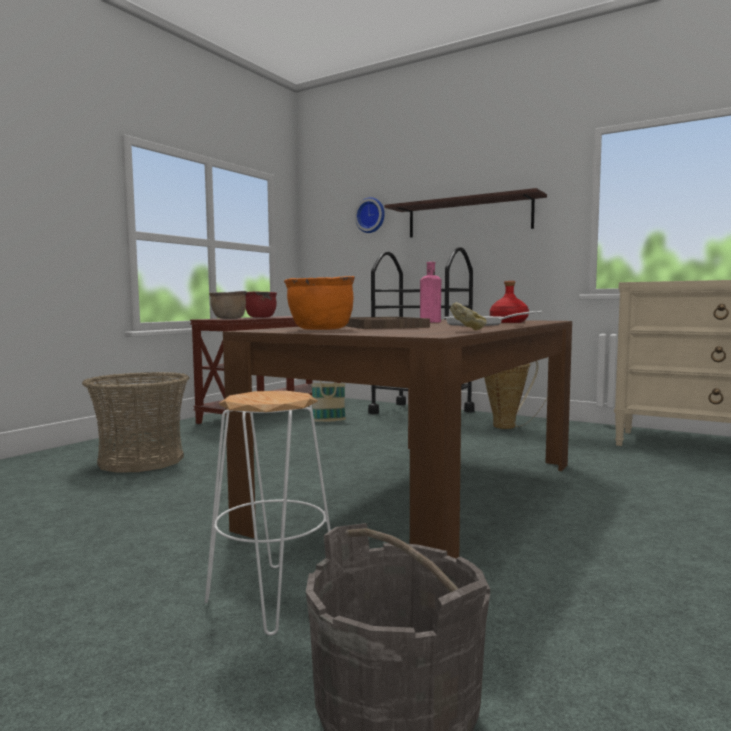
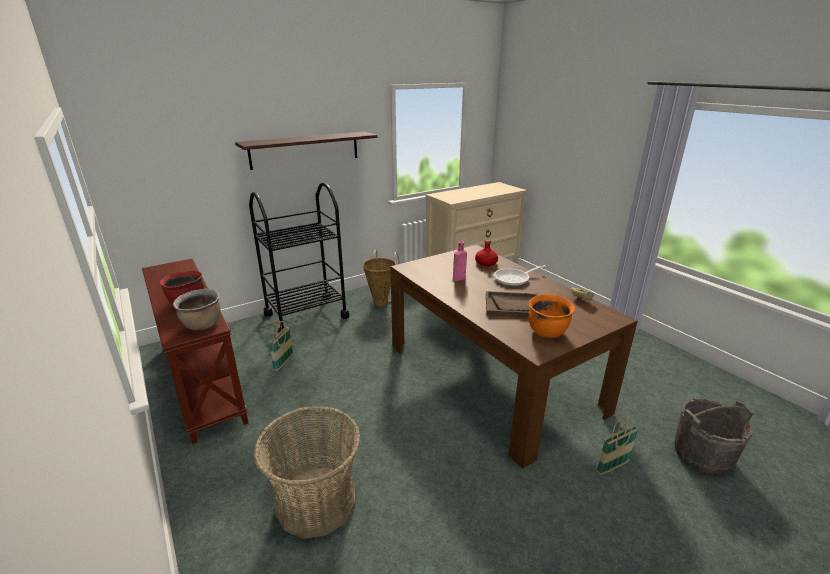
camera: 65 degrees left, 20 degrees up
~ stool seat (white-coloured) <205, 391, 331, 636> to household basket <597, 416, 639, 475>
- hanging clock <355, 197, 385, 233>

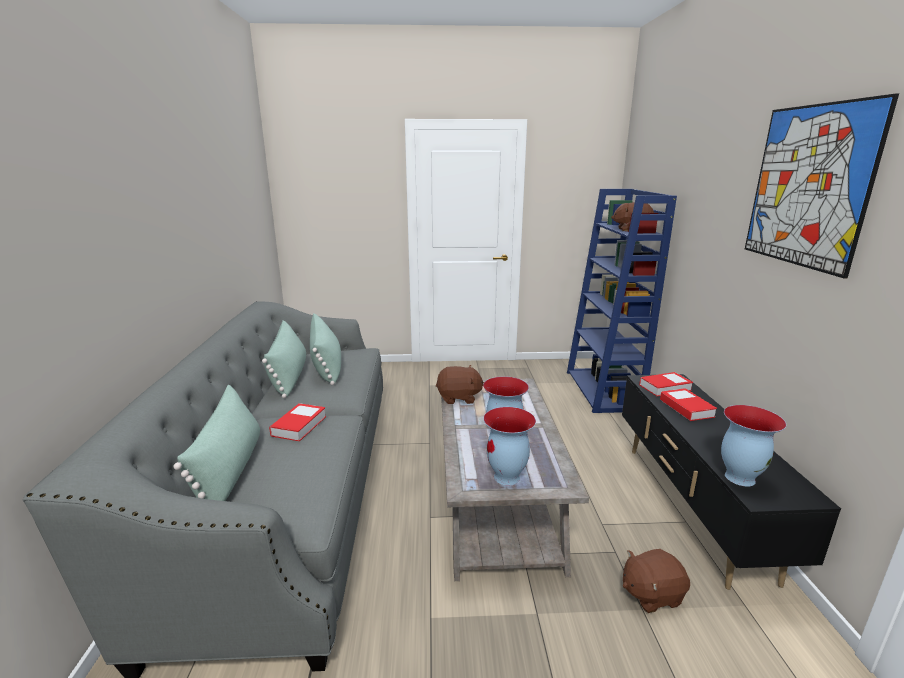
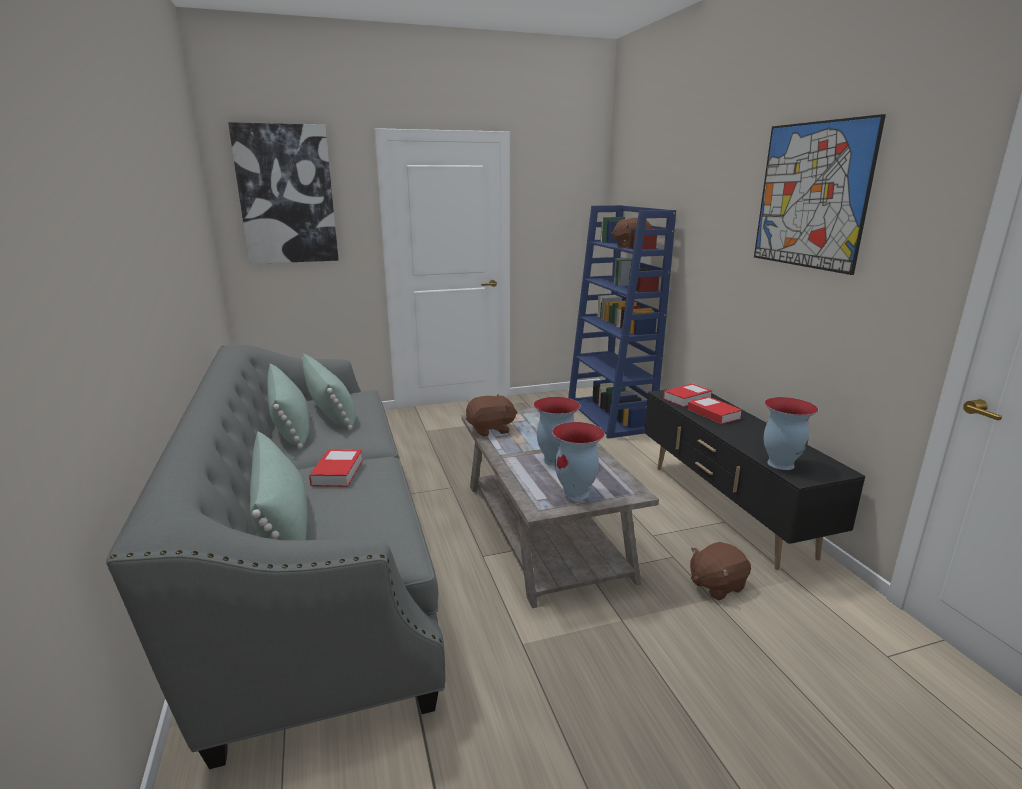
camera: 15 degrees left, 0 degrees up
+ wall picture <228, 122, 339, 264>

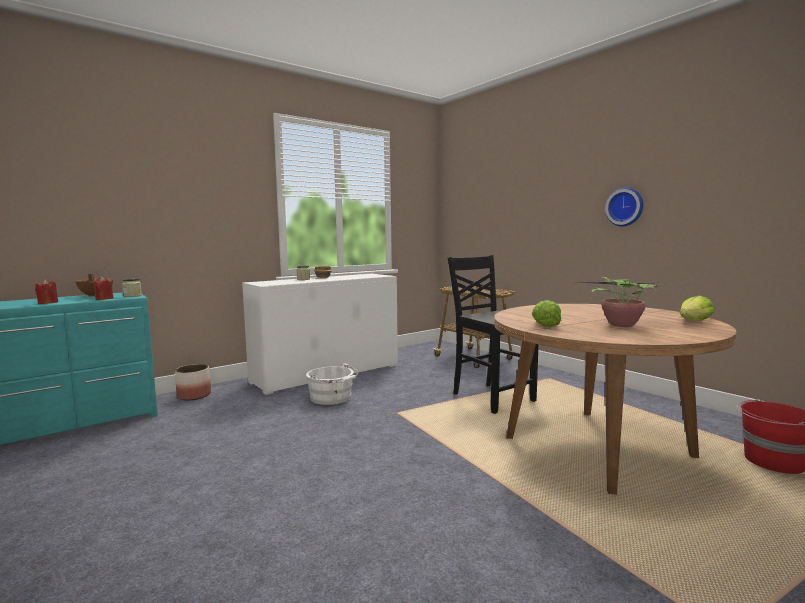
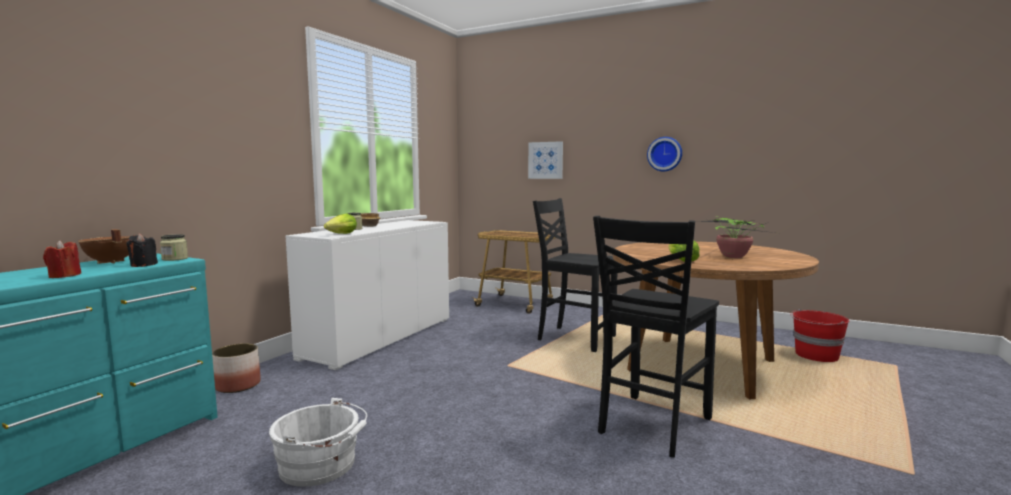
camera: 25 degrees left, 0 degrees up
~ wax candle (red) <93, 277, 114, 300> to wax candle (blackish) <127, 233, 158, 267>
~ bucket (white-coloured) <306, 363, 359, 405> to <269, 398, 367, 487>
~ head of lettuce <680, 296, 715, 321> to <324, 214, 357, 234>
+ wall picture <528, 141, 563, 179>
+ upright chair (blackish) <593, 216, 719, 458>

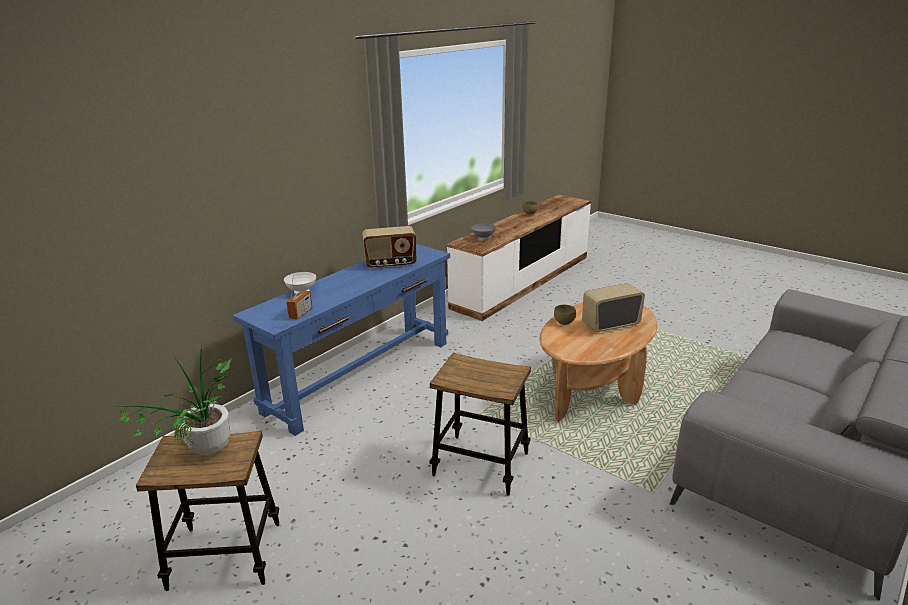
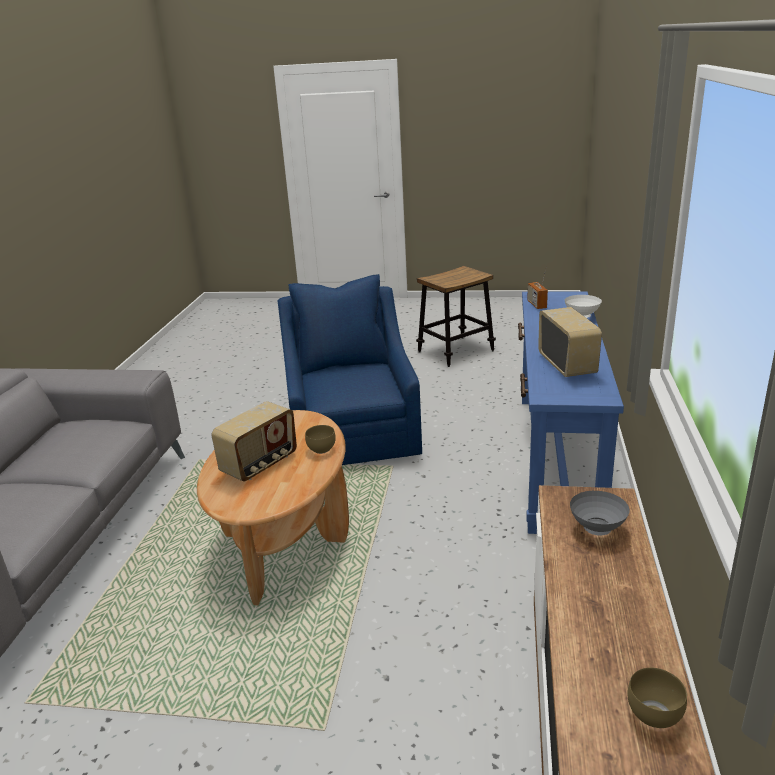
camera: 150 degrees right, 0 degrees up
- houseplant <119, 344, 232, 455>
~ radio receiver <362, 226, 416, 269> = <538, 307, 602, 377> 120 degrees clockwise
~ stool seat <429, 353, 531, 496> to lounge chair (bluish) <277, 274, 422, 465>

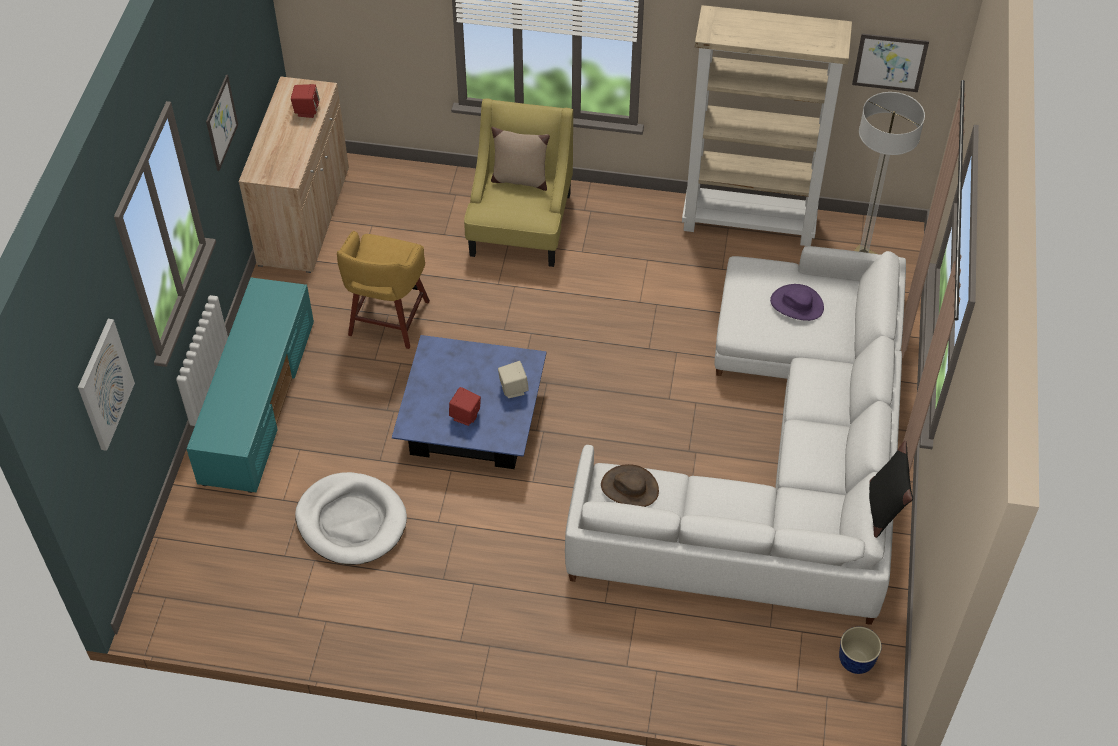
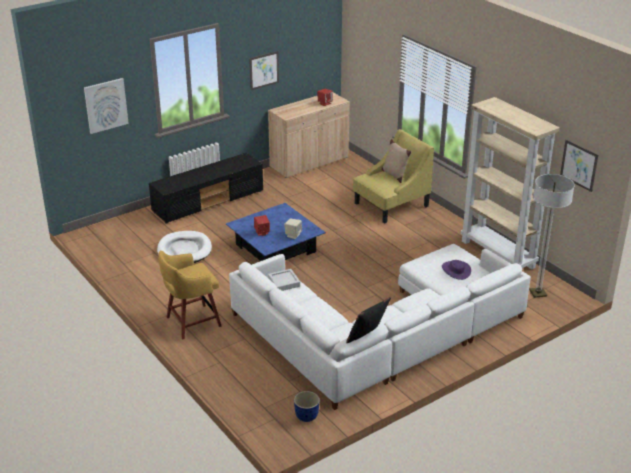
camera: 45 degrees right, 20 degrees down
~ tv unit (turquoise) <187, 278, 314, 493> to tv unit (blackish) <149, 153, 263, 224>
~ stool seat (yellow-coloured) <337, 231, 430, 349> to <158, 250, 222, 339>
~ wearable hat (brown) <601, 464, 659, 507> to serving tray (gray) <268, 269, 300, 291>

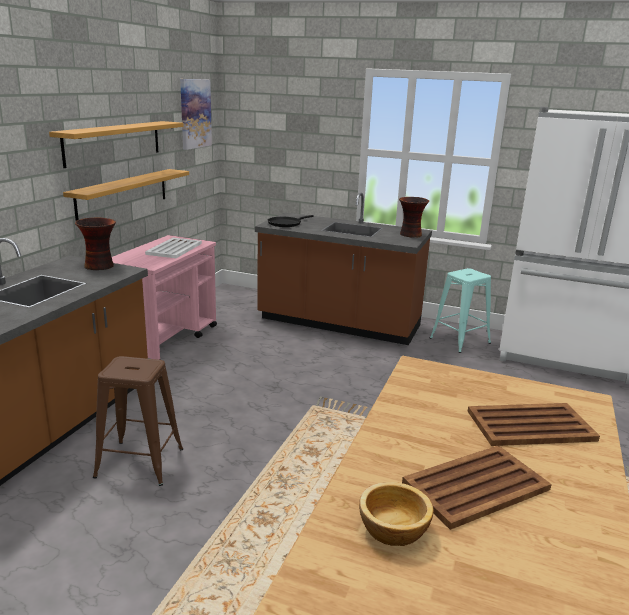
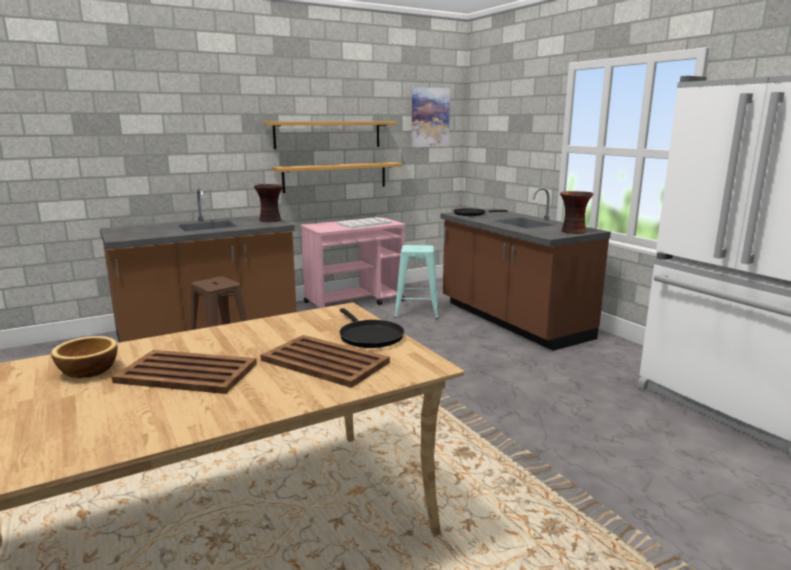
camera: 40 degrees right, 5 degrees down
~ stool seat (turquoise) <430, 268, 491, 353> to <394, 245, 438, 319>
+ pan (blackish) <339, 308, 404, 348>

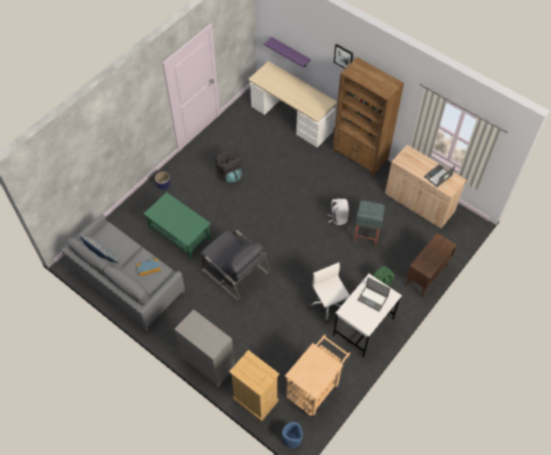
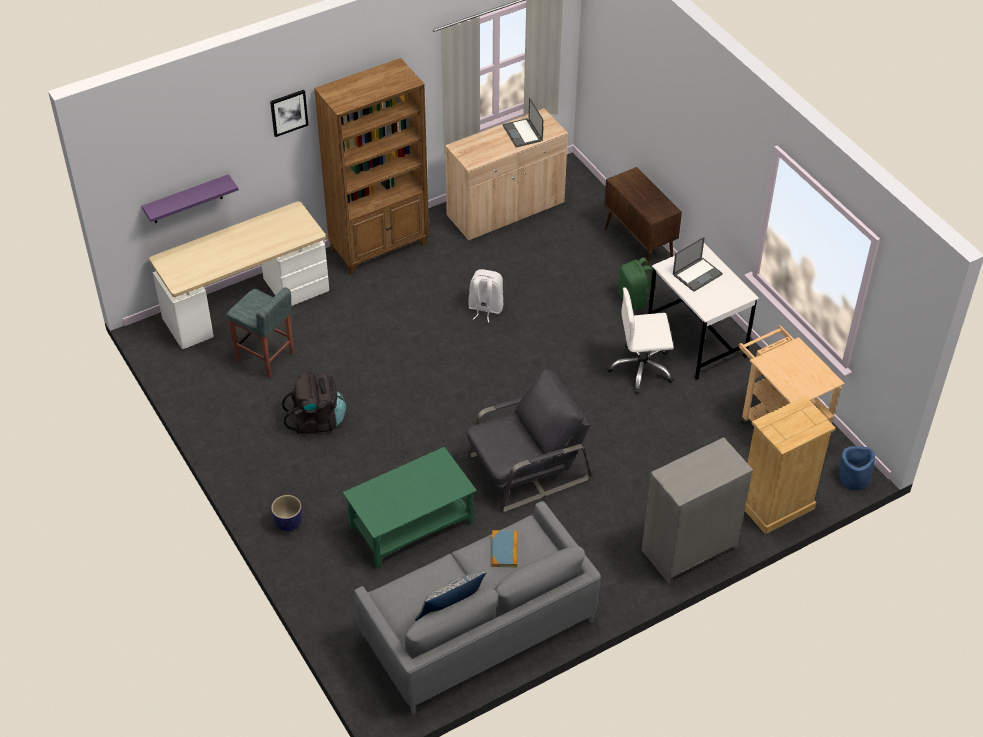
camera: 70 degrees left, 10 degrees down
~ stool seat (gray) <354, 201, 385, 246> to <226, 287, 294, 378>

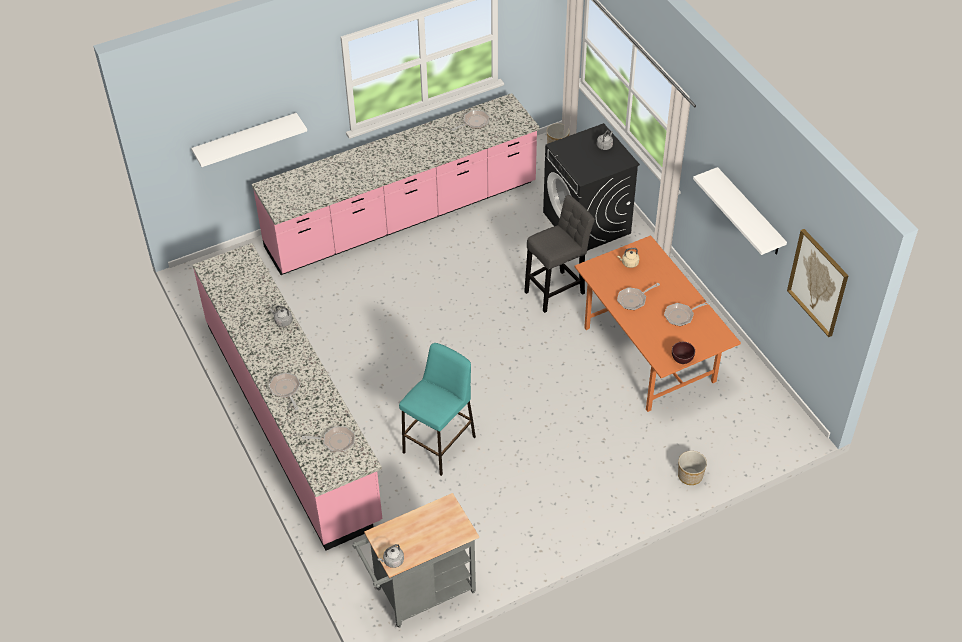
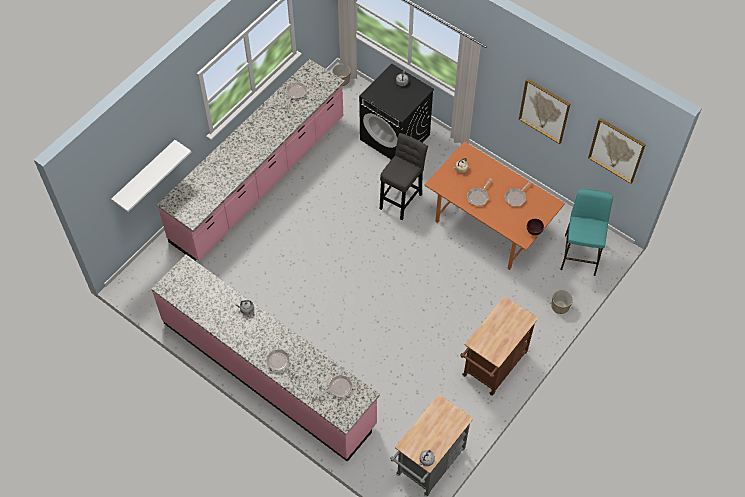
camera: 25 degrees left, 10 degrees up
~ stool seat (turquoise) <399, 343, 476, 476> to <560, 189, 613, 276>
~ bracket shelf (white-coloured) <693, 167, 787, 255> to wall picture <519, 79, 570, 144>
+ cart (brown) <460, 296, 538, 395>

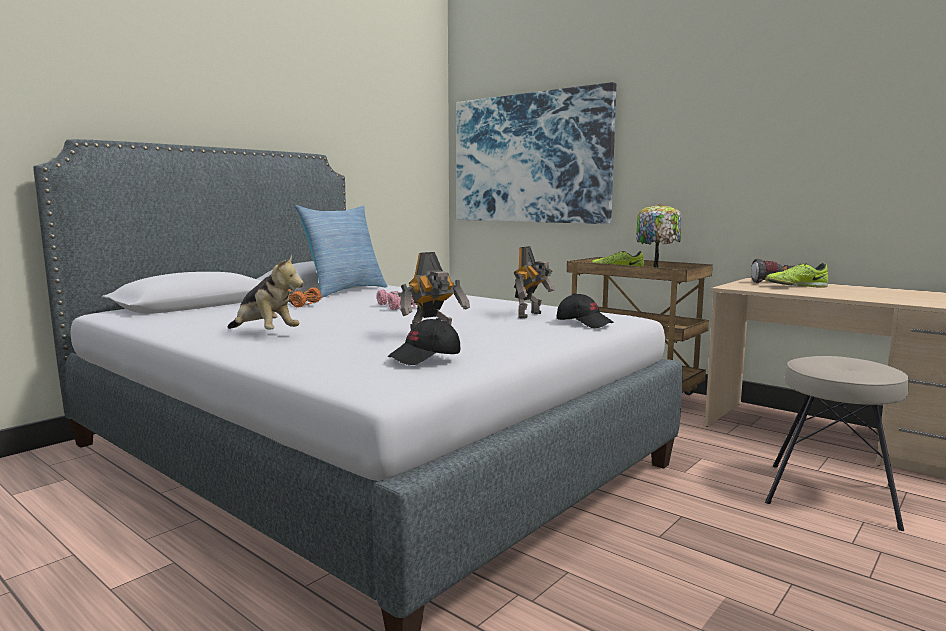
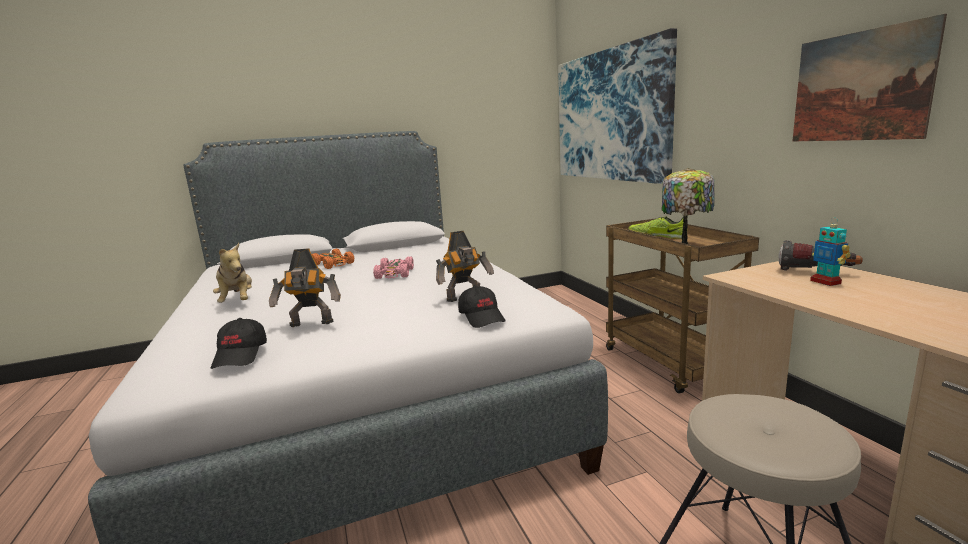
camera: 30 degrees right, 5 degrees up
- throw pillow <295, 205, 387, 298>
~ cap (blackish) <388, 318, 460, 365> = <211, 318, 267, 369> 90 degrees counterclockwise
~ item of footwear <765, 263, 828, 288> to toy robot <810, 217, 850, 286>
+ wall picture <793, 14, 947, 141>

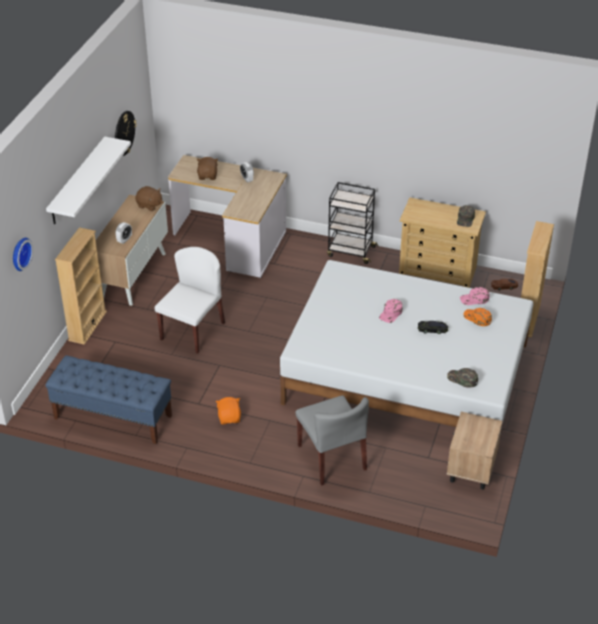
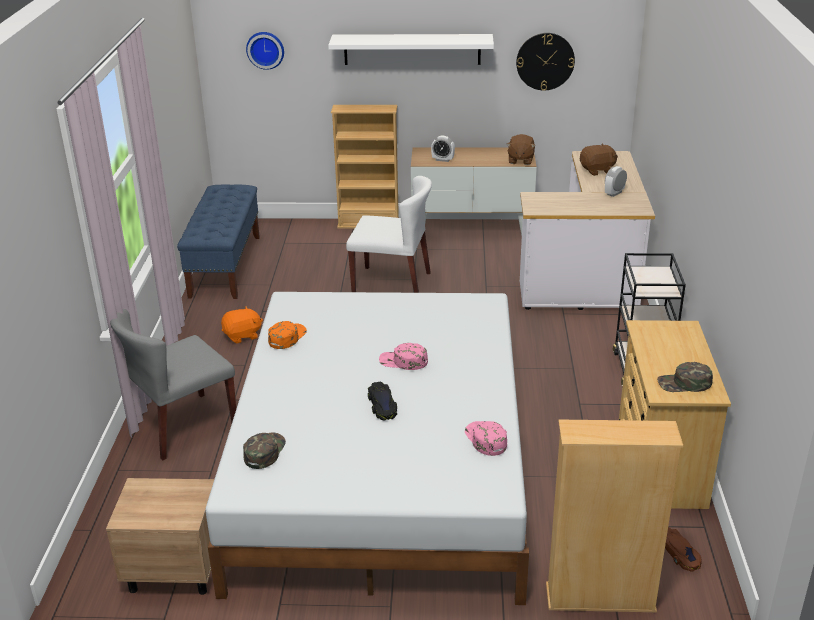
camera: 75 degrees right, 10 degrees down
~ cap (orange) <463, 308, 492, 326> to <268, 321, 307, 349>

